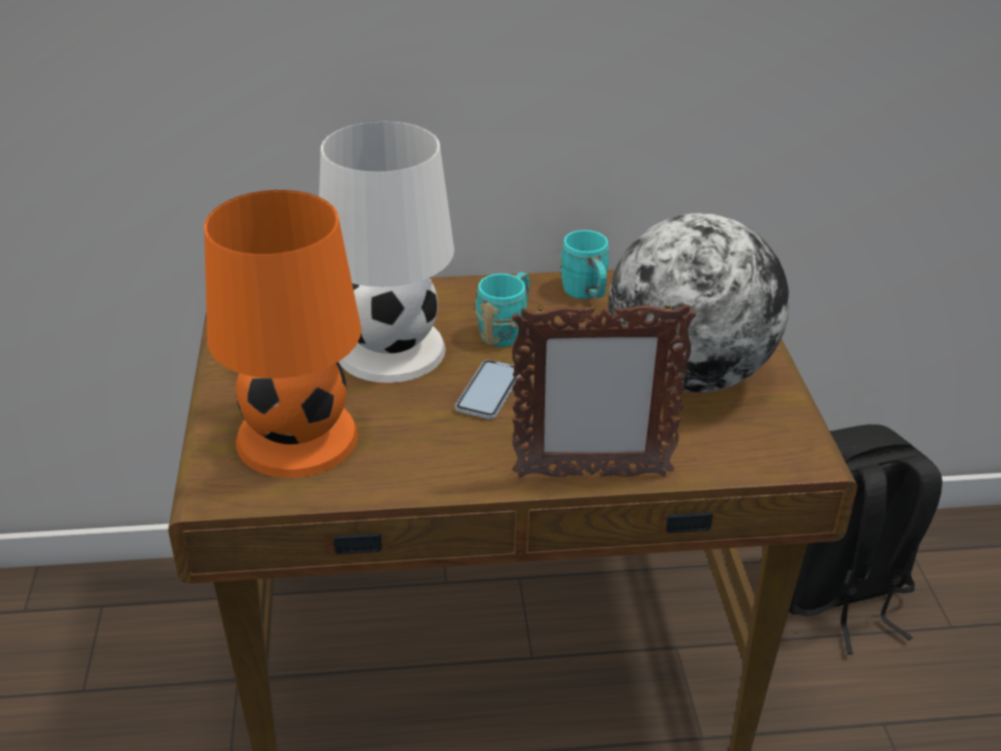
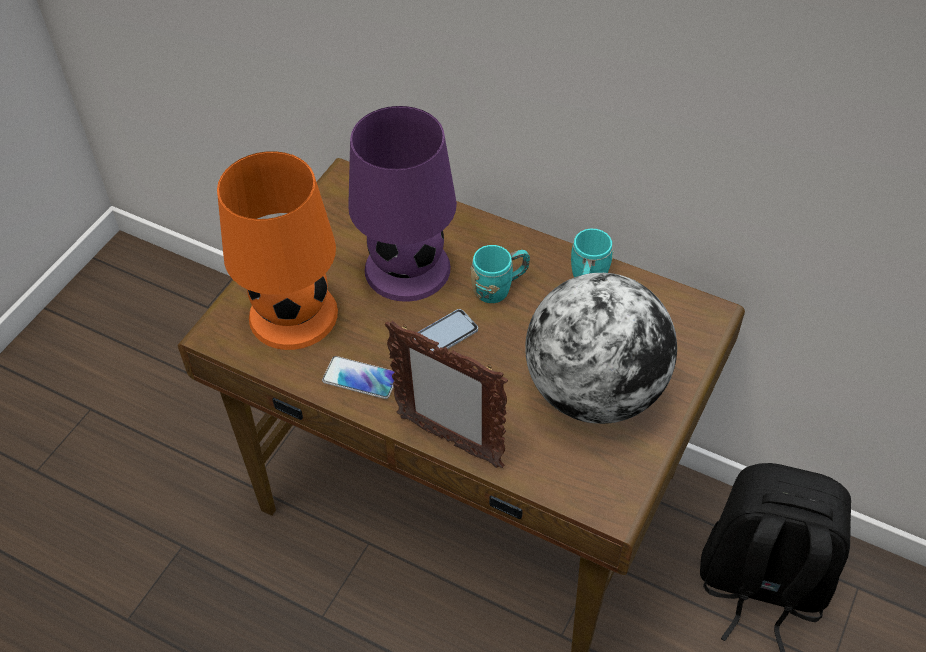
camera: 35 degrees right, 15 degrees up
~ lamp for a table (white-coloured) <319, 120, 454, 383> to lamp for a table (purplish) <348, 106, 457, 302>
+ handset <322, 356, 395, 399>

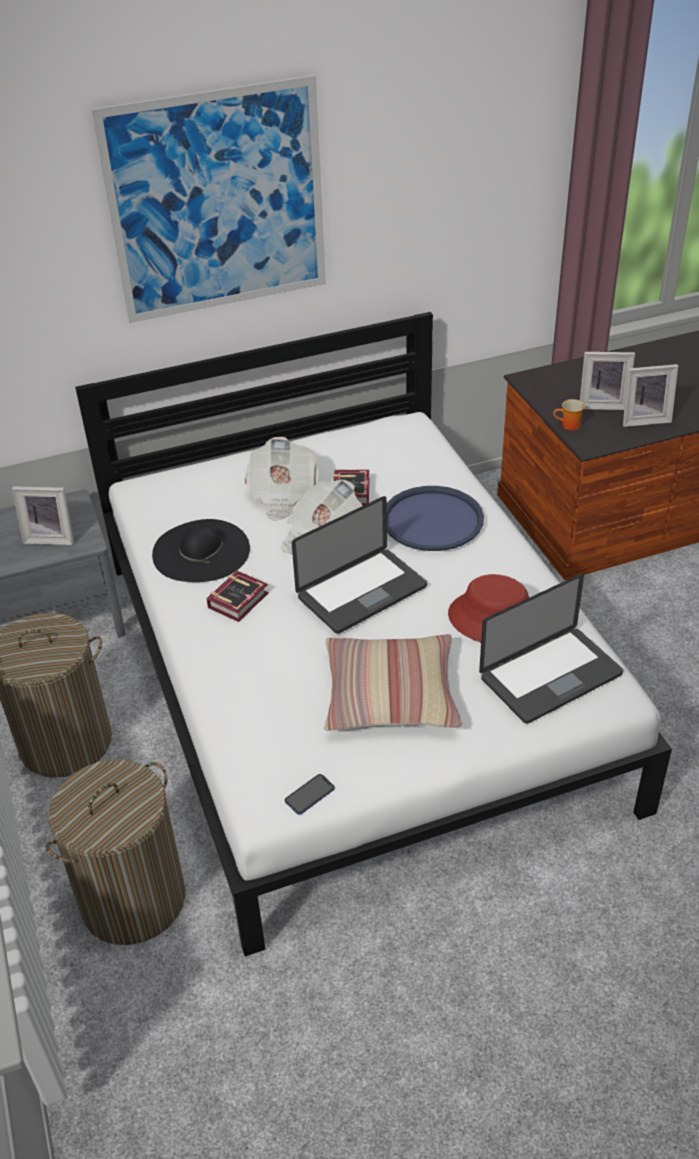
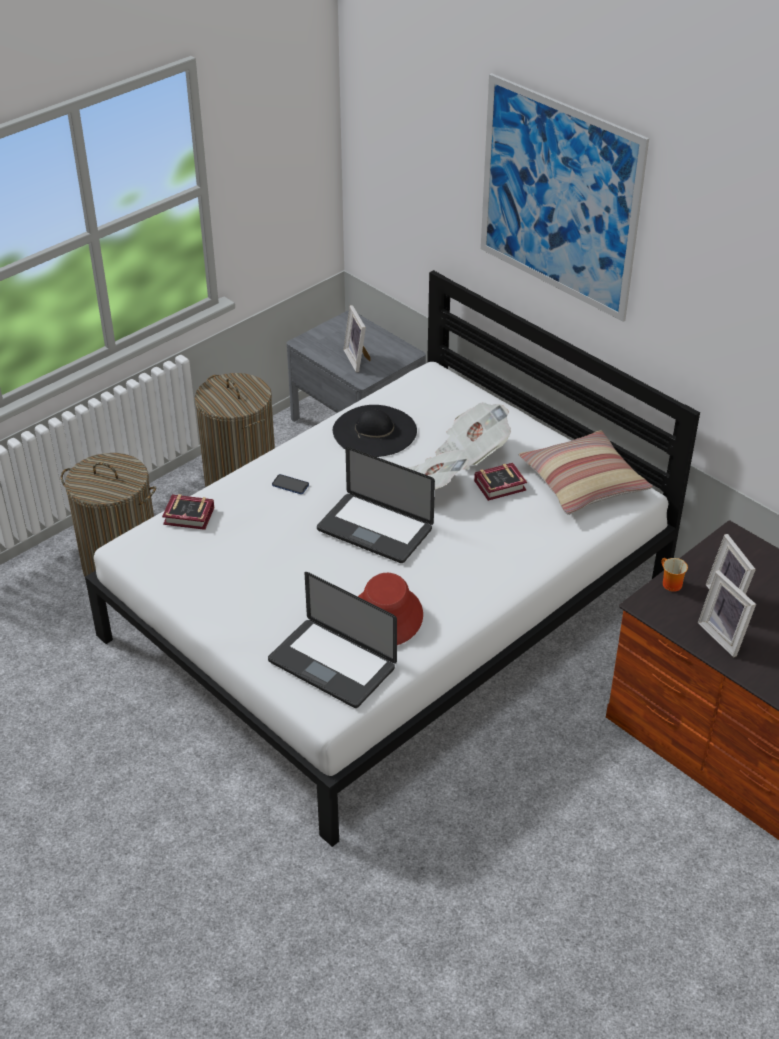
camera: 65 degrees right, 0 degrees up
~ bound book <206, 571, 269, 622> to <162, 494, 214, 530>
~ handset <285, 774, 334, 815> to <272, 474, 309, 494>
~ throw pillow <324, 634, 462, 731> to <519, 430, 653, 515>
- serving tray (bluish) <387, 486, 484, 551>

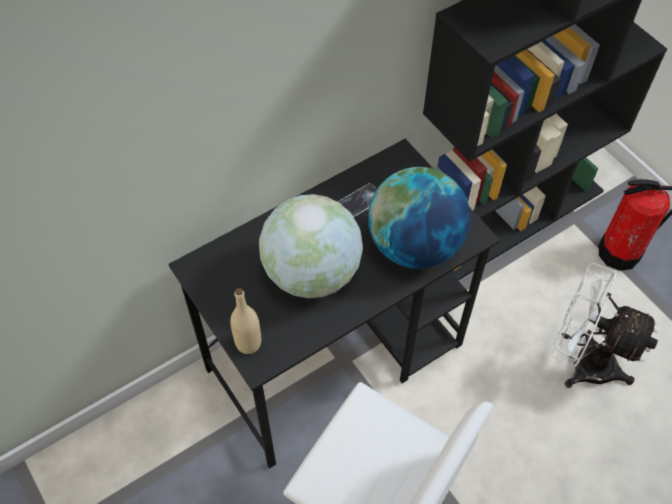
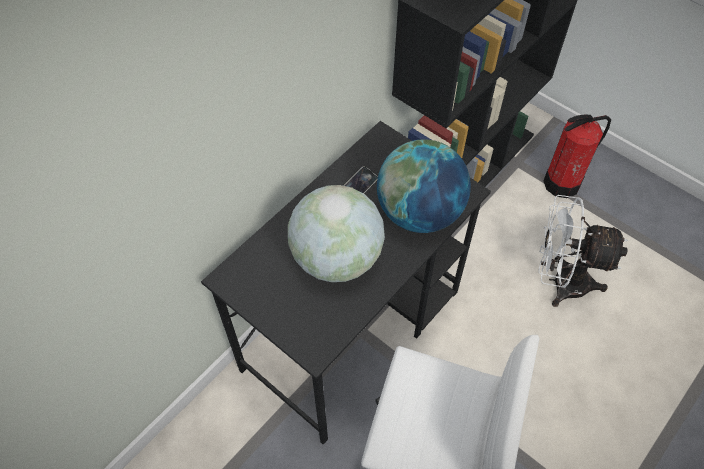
camera: 15 degrees left, 0 degrees up
- drink bottle (sand-coloured) <230, 288, 261, 354>

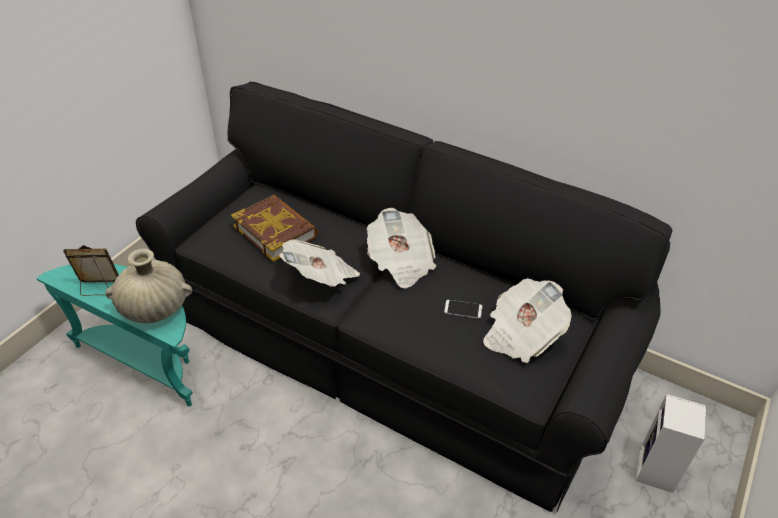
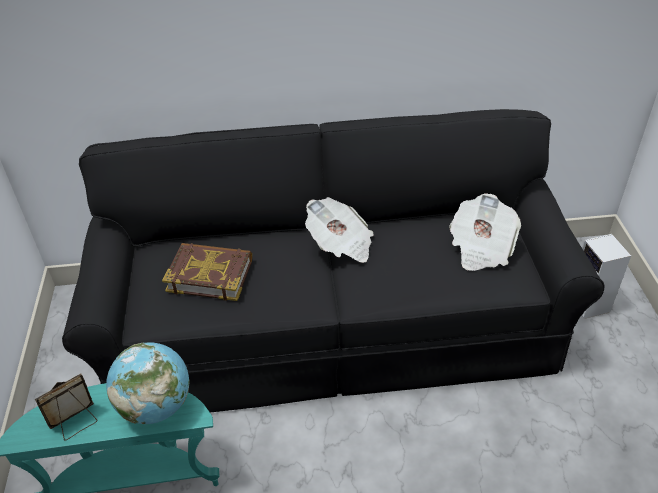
camera: 35 degrees left, 0 degrees up
~ vase (sand-coloured) <105, 249, 192, 323> to world globe <106, 342, 190, 424>
- printed paper <279, 239, 360, 287>
- handset <444, 300, 482, 319>

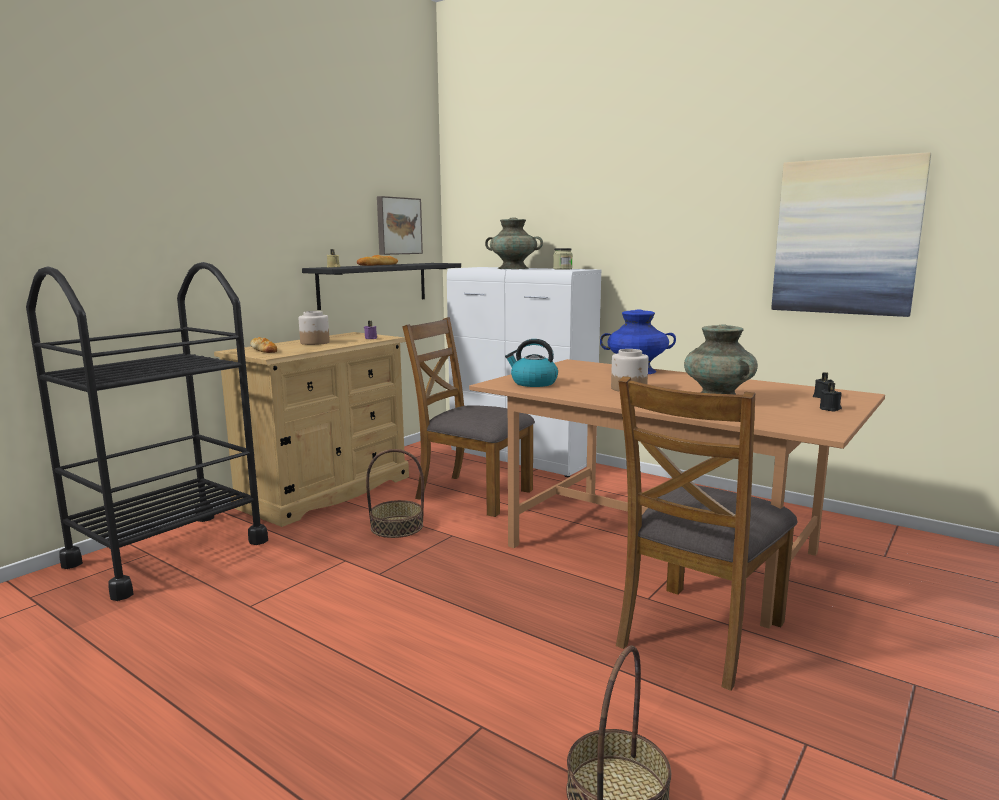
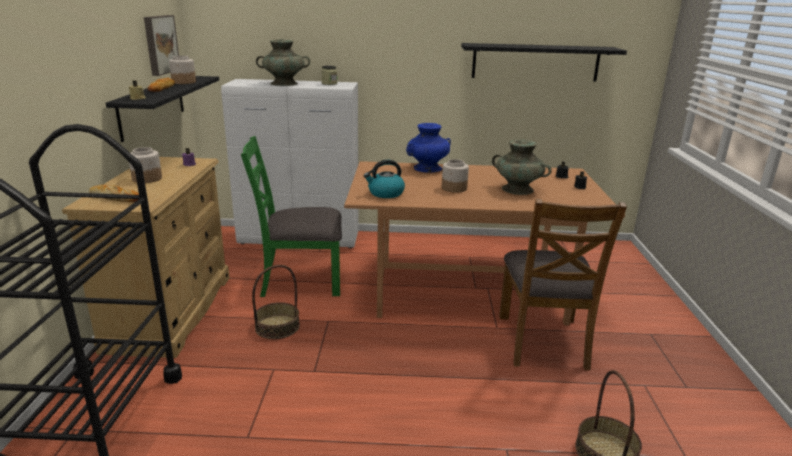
camera: 35 degrees left, 10 degrees up
~ upright chair (brown) <402, 317, 535, 517> to upright chair (green-coloured) <241, 136, 342, 297>
~ wall picture <771, 152, 931, 317> to bracket shelf (blackish) <461, 43, 627, 82>
+ storage jar <169, 56, 196, 84>

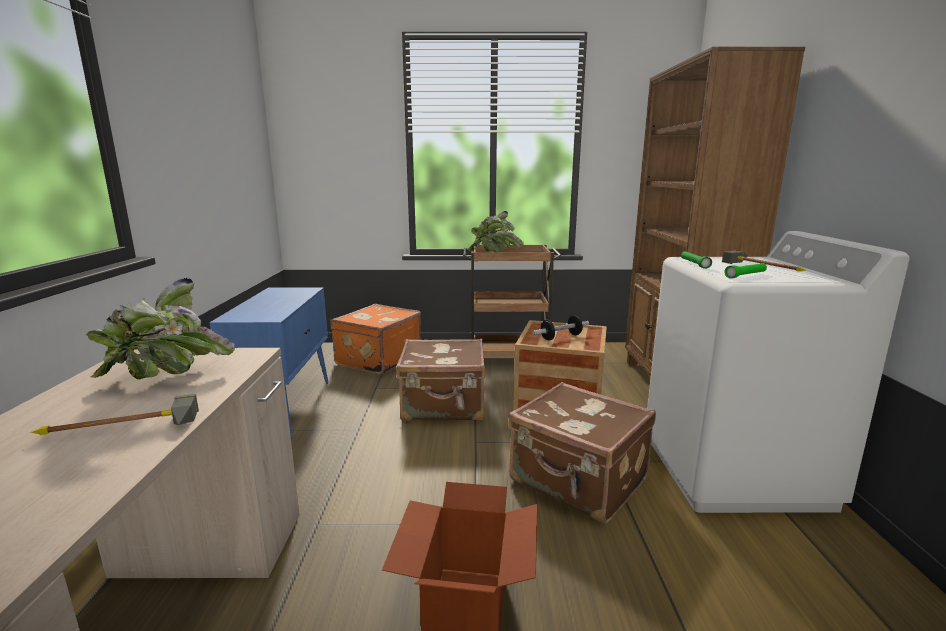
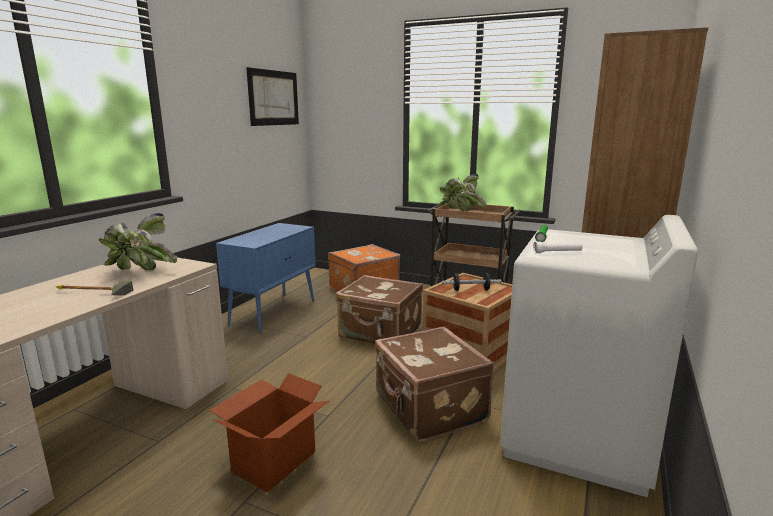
camera: 25 degrees right, 0 degrees up
- tool hammer <722, 250, 807, 272>
~ hand torch (green-coloured) <724, 263, 767, 278> to hand torch (white-coloured) <533, 242, 583, 253>
+ wall picture <246, 67, 299, 126>

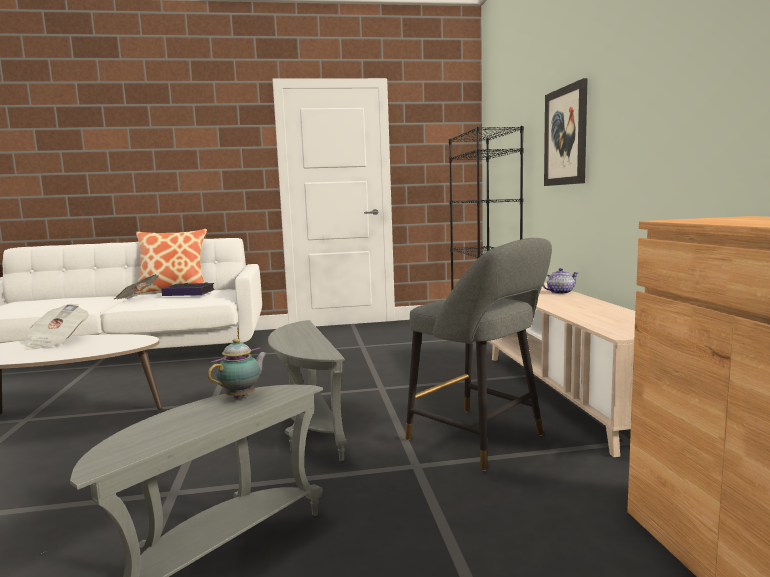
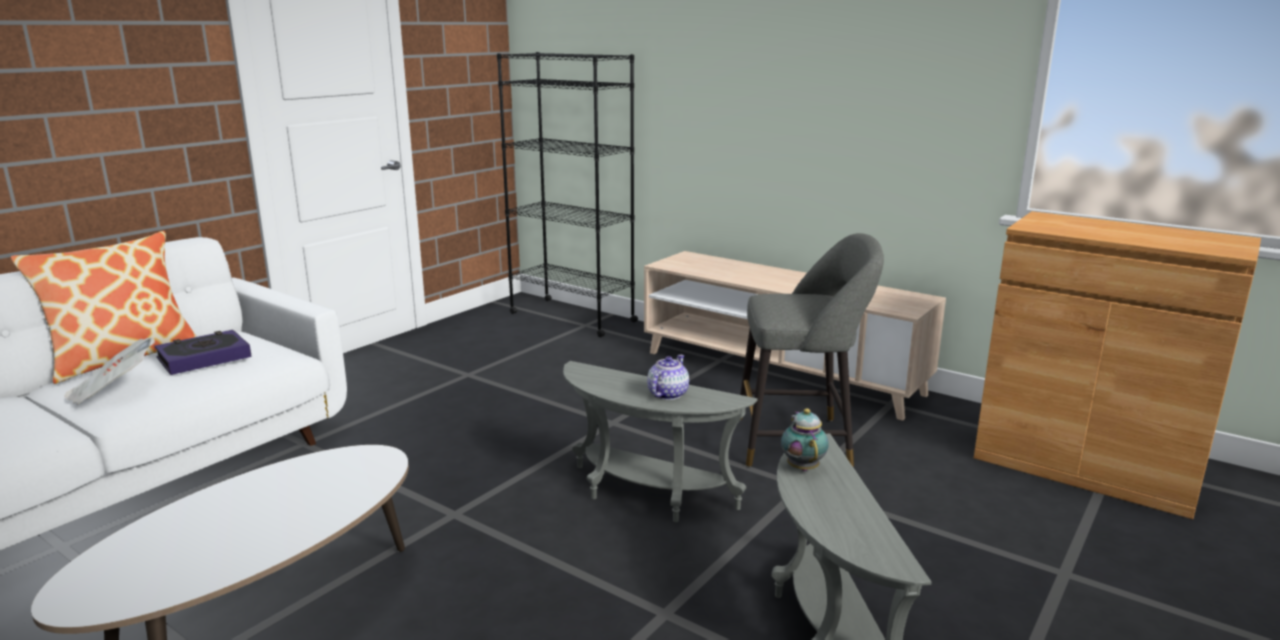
camera: 45 degrees left, 10 degrees up
- printed paper <25, 304, 88, 350>
~ pot for tea <543, 268, 578, 294> to <647, 355, 689, 400>
- wall picture <544, 78, 588, 186>

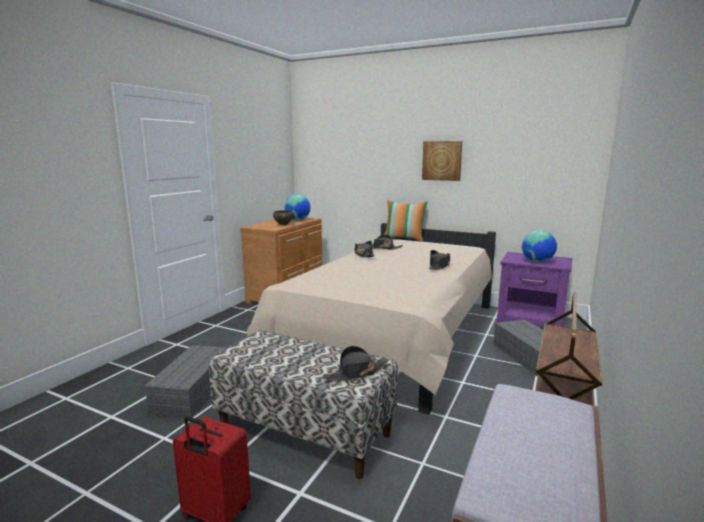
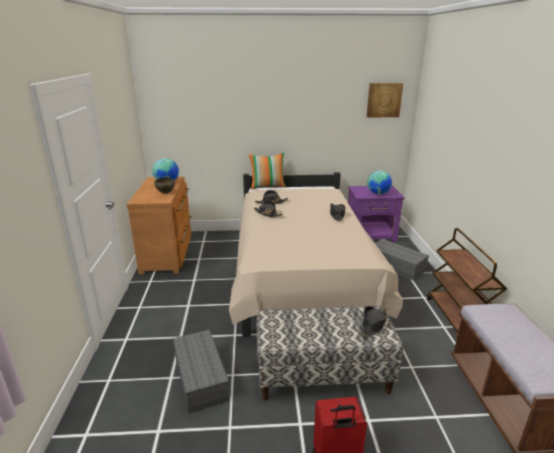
camera: 30 degrees left, 10 degrees up
~ wall picture <422, 141, 462, 181> to <367, 83, 403, 118>

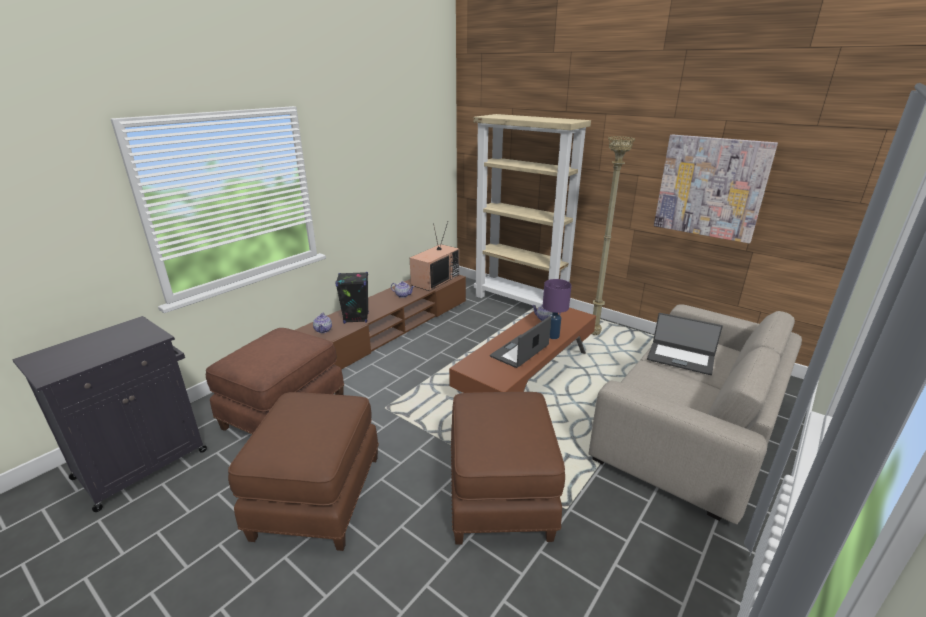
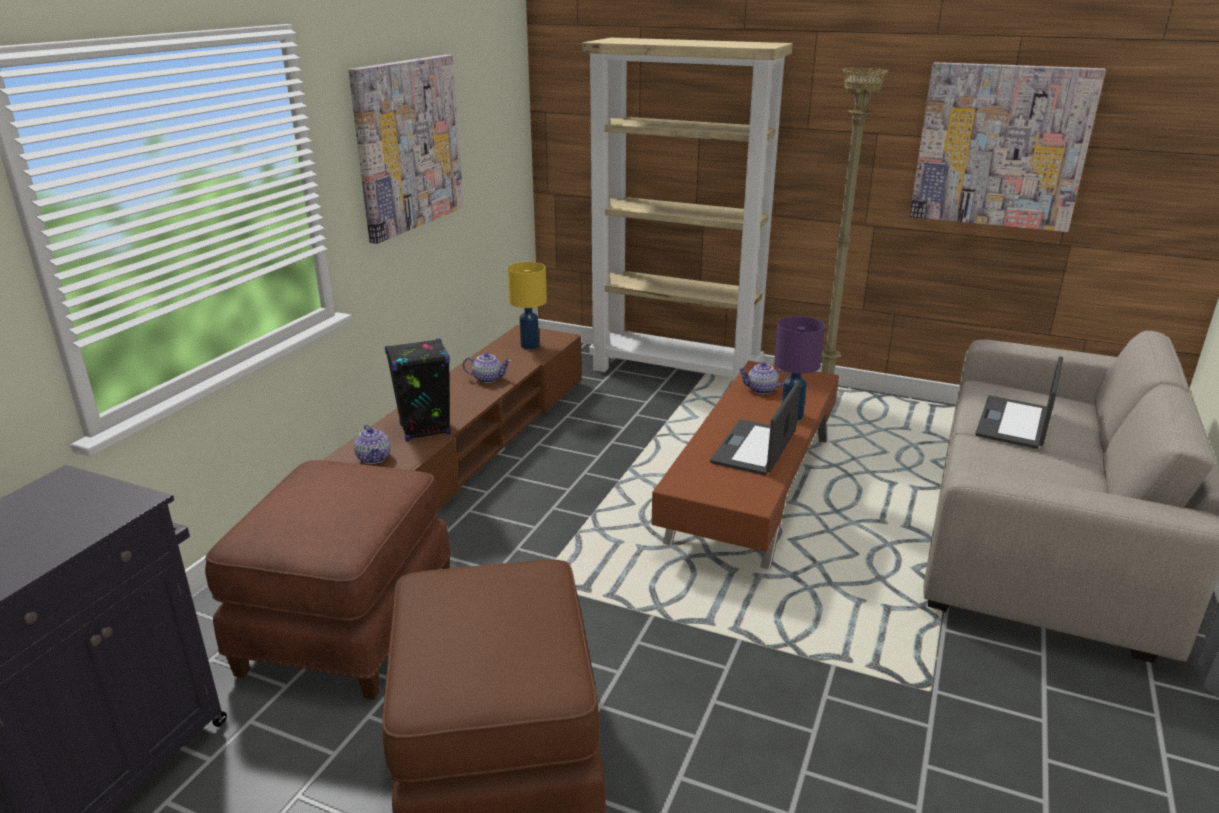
camera: 15 degrees left, 0 degrees up
~ television <410, 222, 459, 291> to lamp for a table (yellow-coloured) <507, 262, 547, 349>
- footrest (brown) <451, 392, 565, 545>
~ portable computer <647, 313, 723, 375> = <975, 356, 1063, 449> 105 degrees clockwise
+ wall picture <348, 55, 464, 244>

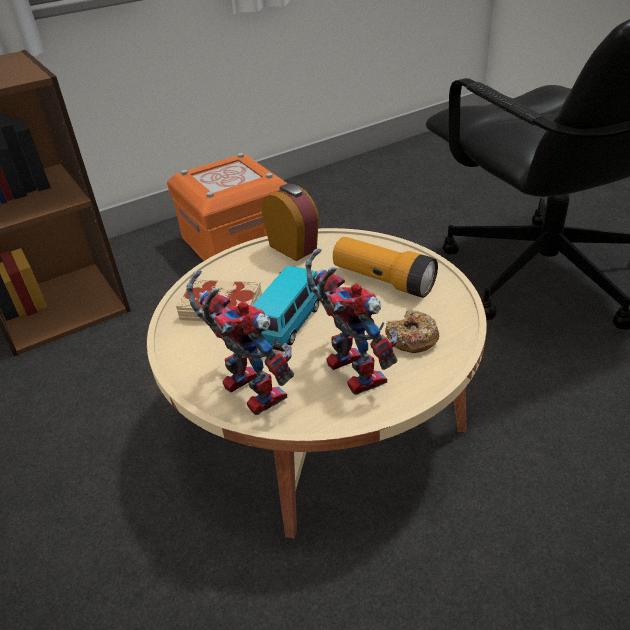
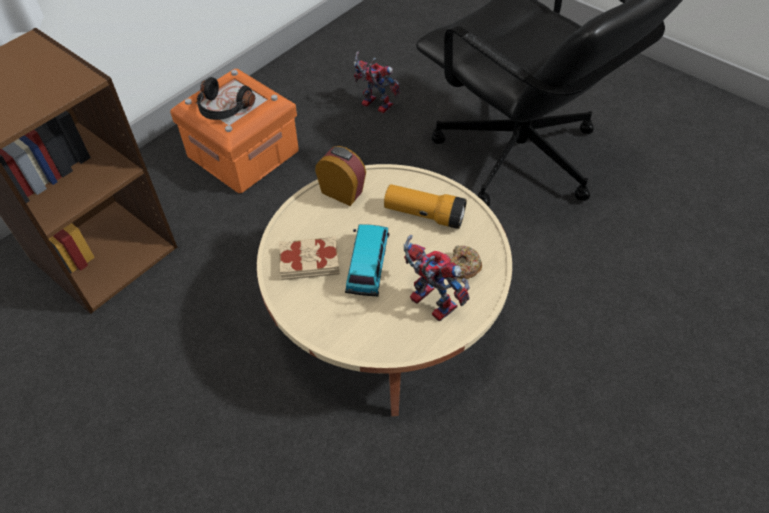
camera: 20 degrees left, 15 degrees up
~ toy robot <186, 270, 294, 415> to <353, 51, 400, 114>
+ pair of headphones (blackish) <197, 77, 255, 120>

